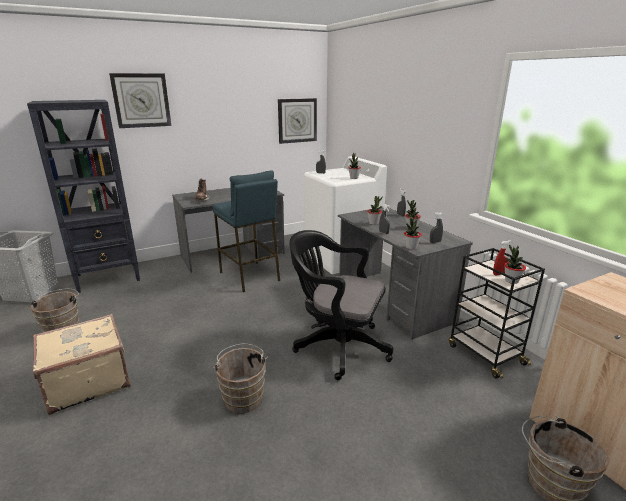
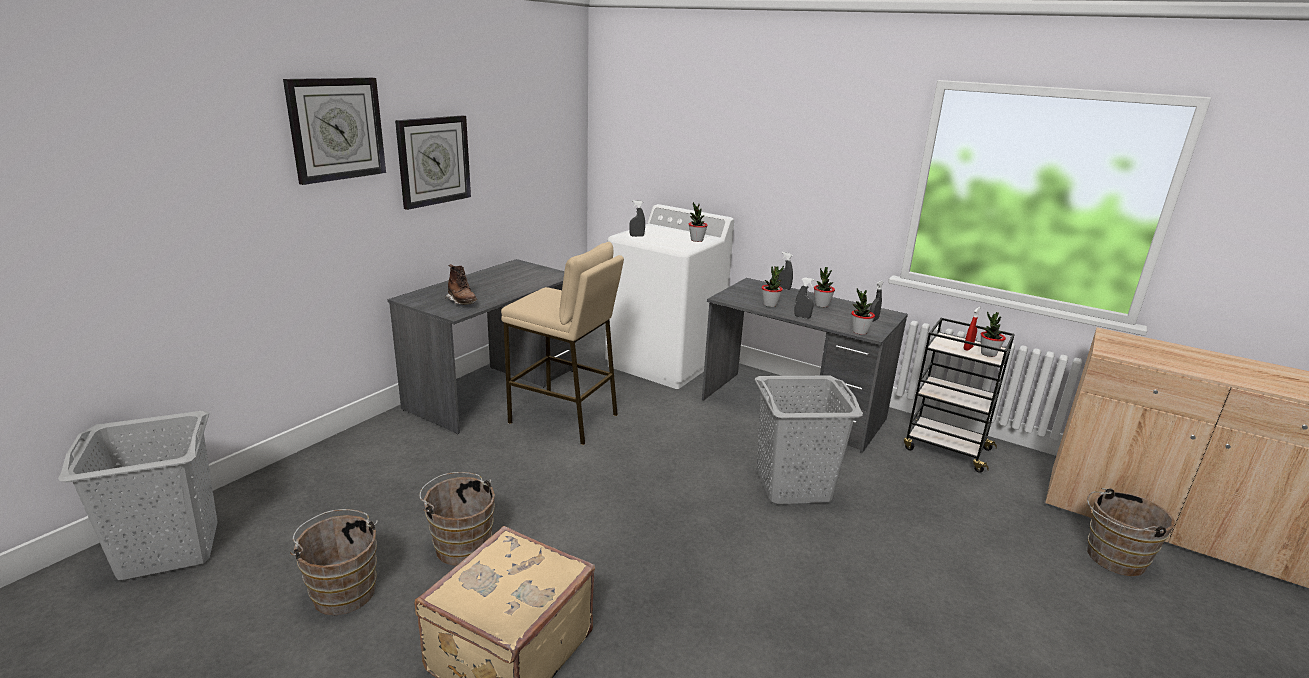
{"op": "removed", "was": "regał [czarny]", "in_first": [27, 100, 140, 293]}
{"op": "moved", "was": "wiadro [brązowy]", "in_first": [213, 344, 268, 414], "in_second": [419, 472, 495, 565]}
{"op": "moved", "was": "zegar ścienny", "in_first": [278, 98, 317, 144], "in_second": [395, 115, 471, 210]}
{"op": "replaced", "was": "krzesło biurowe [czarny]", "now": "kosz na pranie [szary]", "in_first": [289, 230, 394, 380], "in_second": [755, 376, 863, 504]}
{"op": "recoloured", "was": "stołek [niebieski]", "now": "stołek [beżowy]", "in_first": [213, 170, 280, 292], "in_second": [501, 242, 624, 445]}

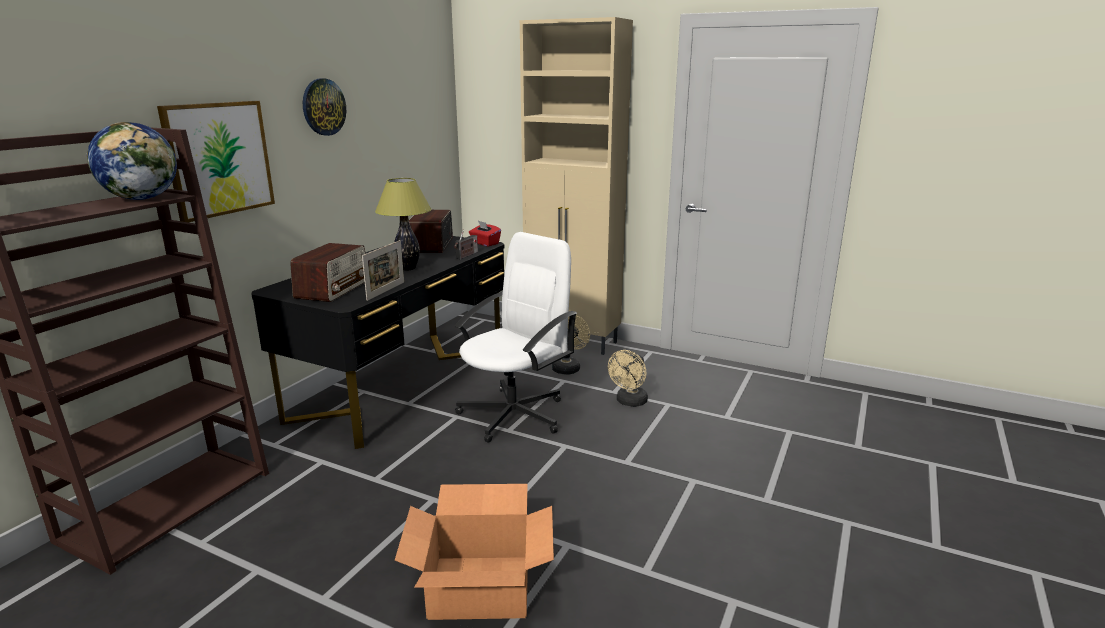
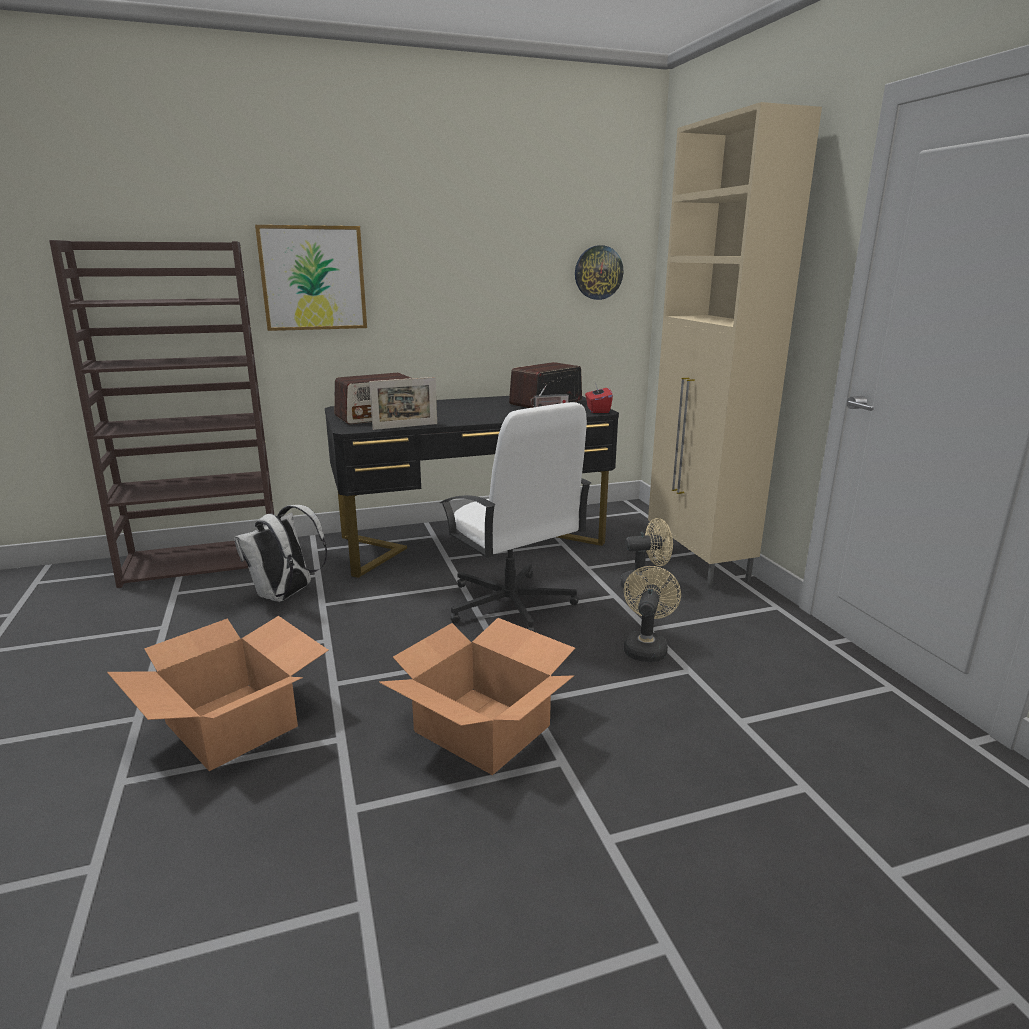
{"op": "removed", "was": "globus", "in_first": [86, 122, 177, 200]}
{"op": "removed", "was": "lampa stołowa", "in_first": [375, 178, 431, 270]}
{"op": "added", "now": "plecak [biały]", "in_second": [234, 505, 327, 602]}
{"op": "added", "now": "karton", "in_second": [379, 618, 575, 775]}
{"op": "moved", "was": "zegar ścienny", "in_first": [303, 78, 346, 136], "in_second": [575, 245, 623, 300]}
{"op": "turned", "was": "krzesło biurowe [biały]", "in_first": [454, 232, 577, 443], "in_second": [440, 402, 591, 631], "clockwise": 60}
{"op": "turned", "was": "wentylator [beżowy]", "in_first": [608, 350, 648, 407], "in_second": [624, 566, 681, 662], "clockwise": 120}

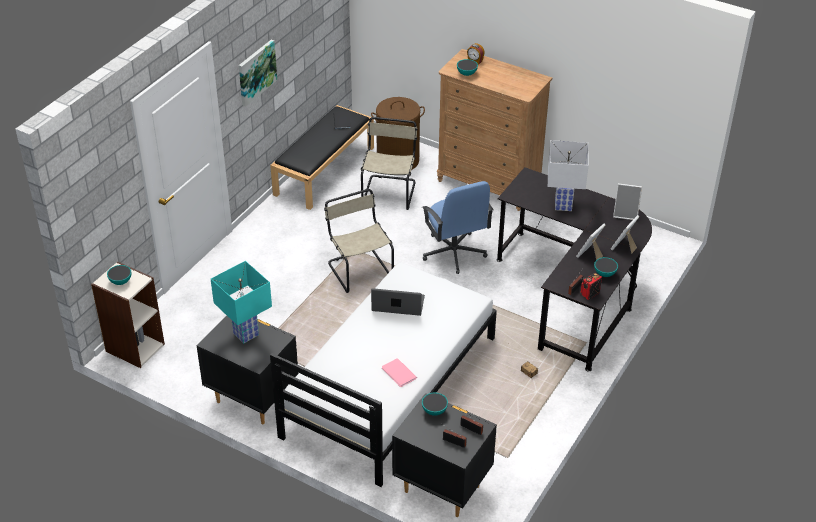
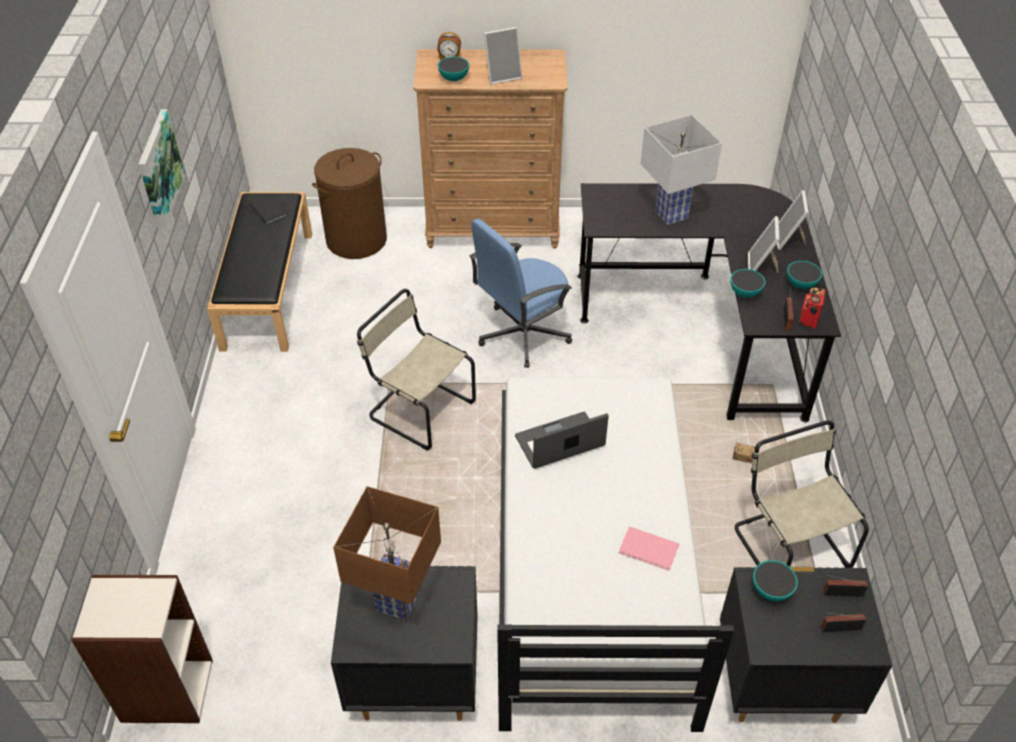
{"op": "moved", "was": "miska", "in_first": [107, 265, 131, 285], "in_second": [730, 269, 765, 298]}
{"op": "moved", "was": "krzesło [beżowy]", "in_first": [361, 117, 418, 210], "in_second": [735, 420, 869, 568]}
{"op": "moved", "was": "ramka na zdjęcie", "in_first": [613, 183, 642, 220], "in_second": [484, 27, 522, 84]}
{"op": "recoloured", "was": "lampa stołowa [turkusowy]", "now": "lampa stołowa [brązowy]", "in_first": [211, 261, 272, 343], "in_second": [333, 486, 441, 620]}
{"op": "turned", "was": "krzesło biurowe [niebieski]", "in_first": [422, 181, 493, 274], "in_second": [469, 219, 572, 368], "clockwise": 105}

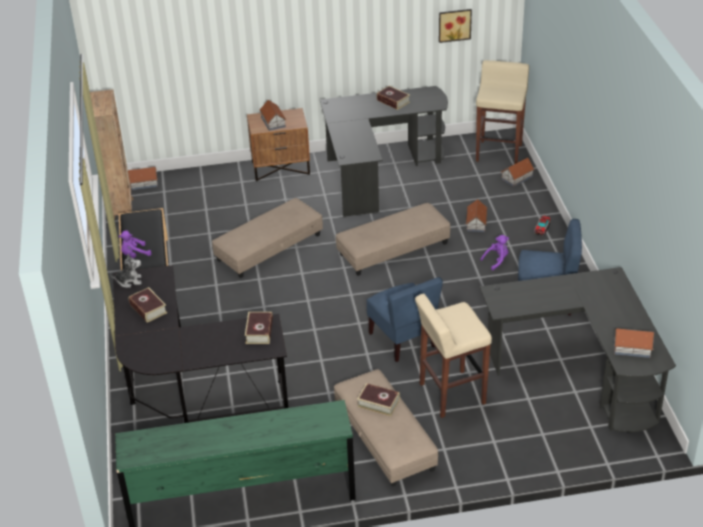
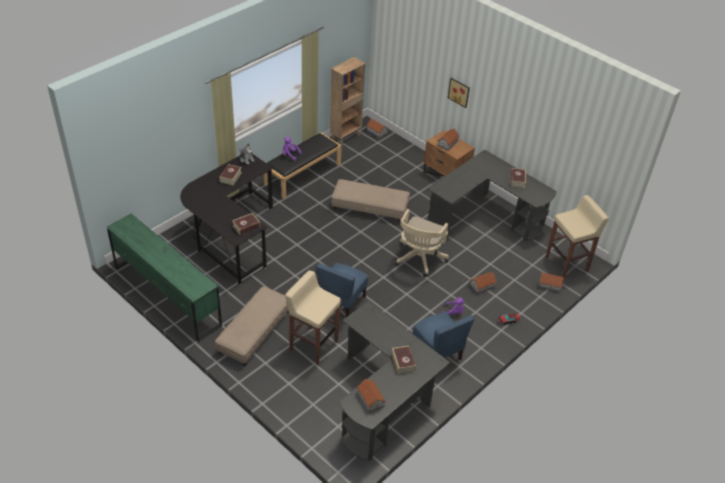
{"op": "moved", "was": "książka", "in_first": [357, 383, 400, 416], "in_second": [392, 346, 416, 374]}
{"op": "moved", "was": "obraz", "in_first": [439, 9, 472, 43], "in_second": [448, 78, 470, 108]}
{"op": "replaced", "was": "pufa [beżowy]", "now": "krzesło biurowe [beżowy]", "in_first": [336, 203, 450, 276], "in_second": [395, 209, 449, 277]}

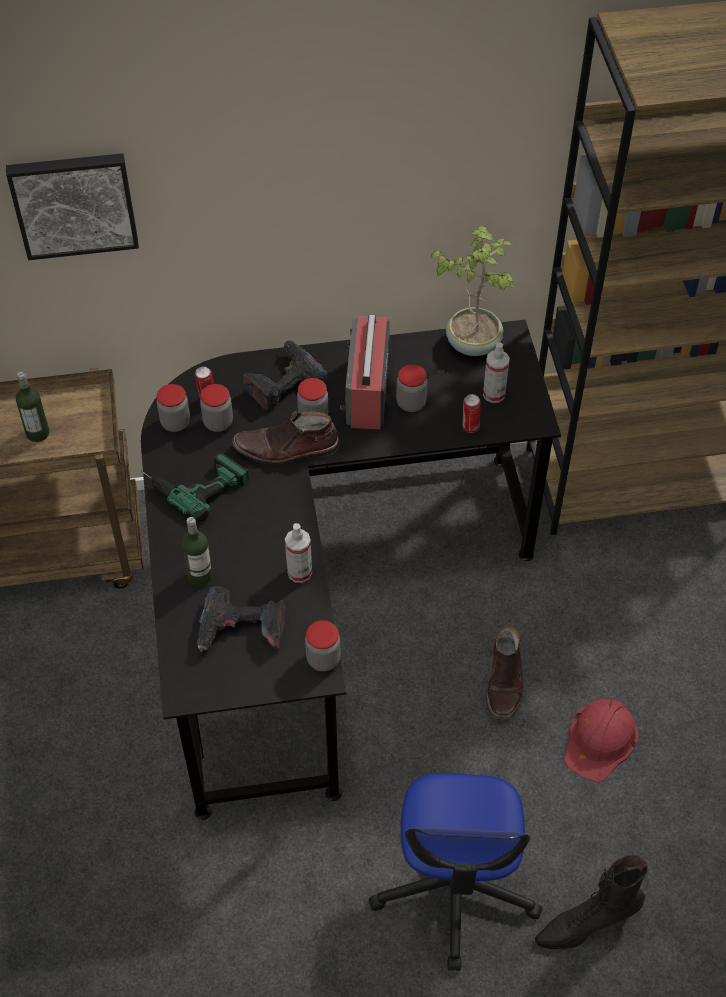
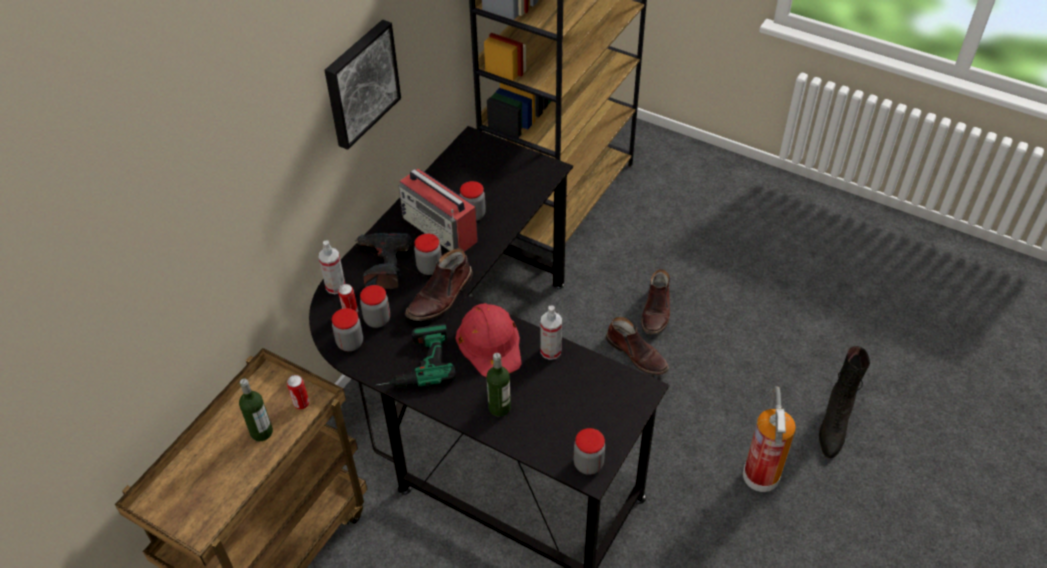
{"op": "removed", "was": "wiertarka", "in_first": [197, 586, 286, 652]}
{"op": "removed", "was": "roślina doniczkowa", "in_first": [430, 225, 515, 356]}
{"op": "added", "now": "but z cholewką [brązowy]", "in_second": [641, 269, 670, 335]}
{"op": "moved", "was": "obraz", "in_first": [6, 153, 139, 260], "in_second": [324, 20, 401, 150]}
{"op": "moved", "was": "słoik", "in_first": [305, 620, 341, 672], "in_second": [574, 428, 605, 475]}
{"op": "moved", "was": "puszka", "in_first": [463, 394, 481, 433], "in_second": [287, 375, 309, 410]}
{"op": "moved", "was": "spryskiwacz", "in_first": [483, 342, 510, 403], "in_second": [318, 240, 345, 294]}
{"op": "moved", "was": "kask [czerwony]", "in_first": [564, 699, 639, 782], "in_second": [455, 303, 522, 377]}
{"op": "replaced", "was": "krzesło biurowe", "now": "gaśnica", "in_first": [369, 773, 542, 971], "in_second": [743, 386, 796, 492]}

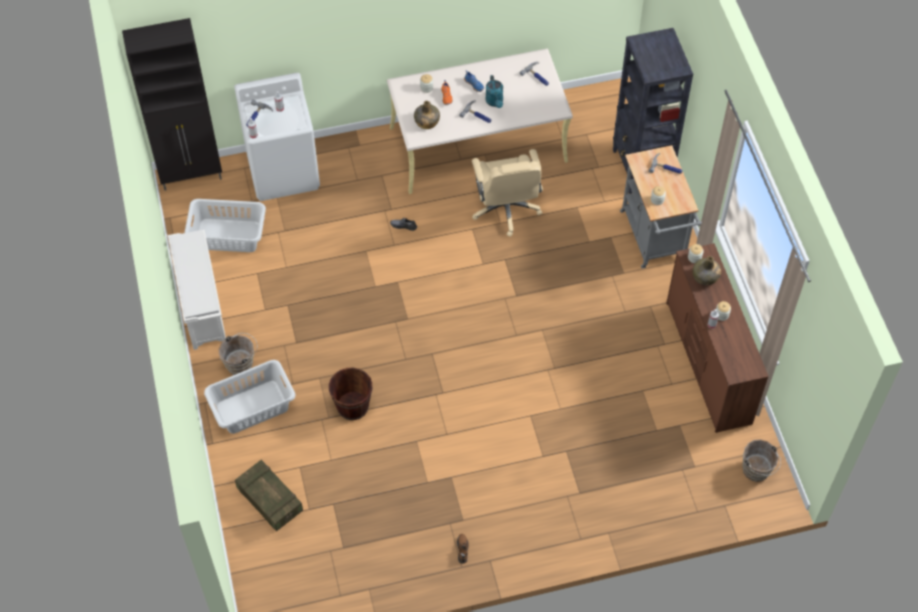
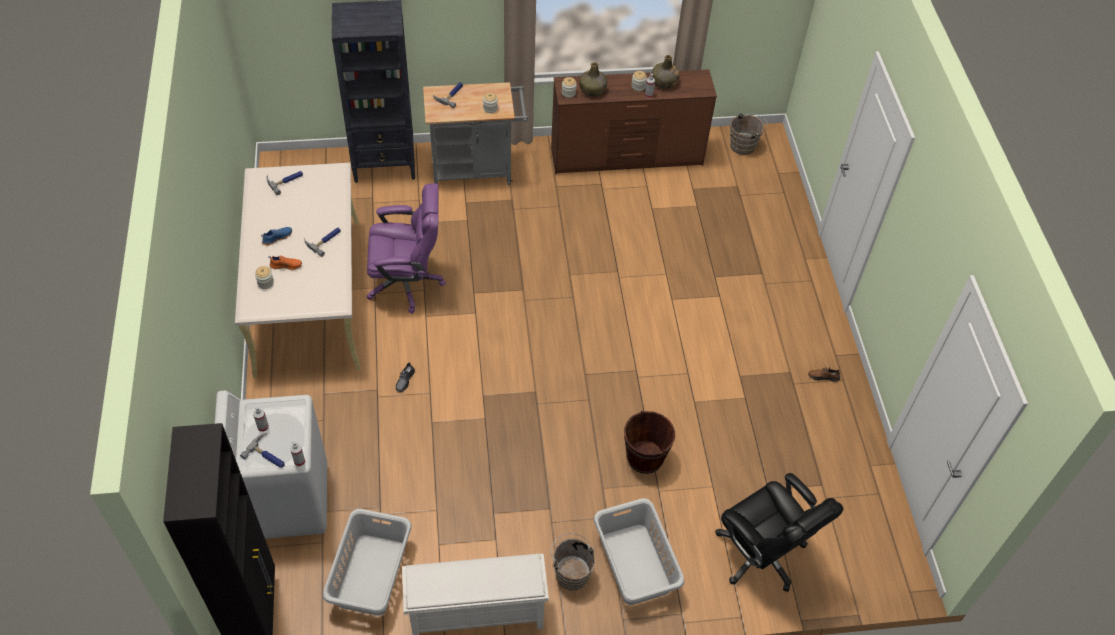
{"op": "removed", "was": "konewka [turkusowy]", "in_first": [485, 75, 503, 108]}
{"op": "moved", "was": "butelka [zielony]", "in_first": [414, 101, 440, 129], "in_second": [652, 55, 680, 89]}
{"op": "replaced", "was": "skrzynka", "now": "krzesło biurowe [czarny]", "in_first": [235, 460, 303, 531], "in_second": [715, 473, 844, 592]}
{"op": "recoloured", "was": "krzesło biurowe [beżowy]", "now": "krzesło biurowe [fioletowy]", "in_first": [472, 149, 543, 237], "in_second": [366, 183, 446, 314]}

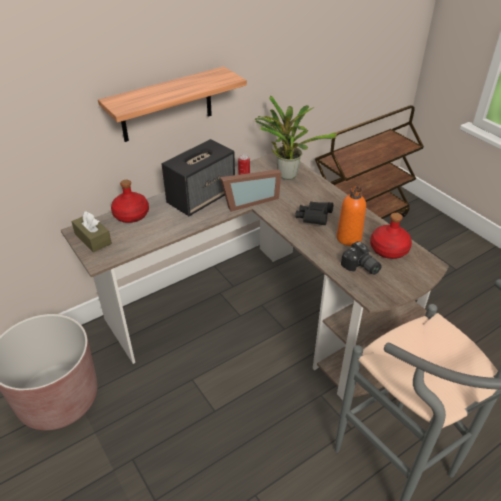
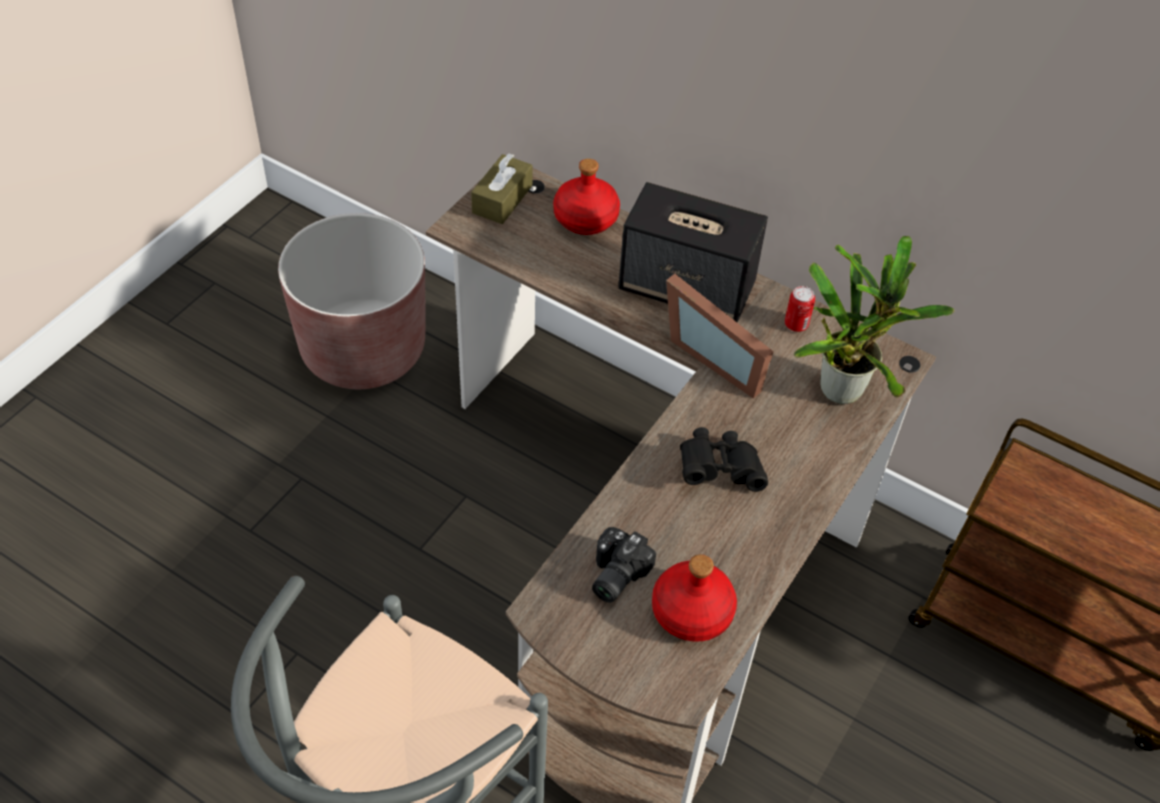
{"op": "removed", "was": "półka", "in_first": [98, 66, 247, 142]}
{"op": "removed", "was": "butelka [pomarańczowy]", "in_first": [336, 186, 366, 246]}

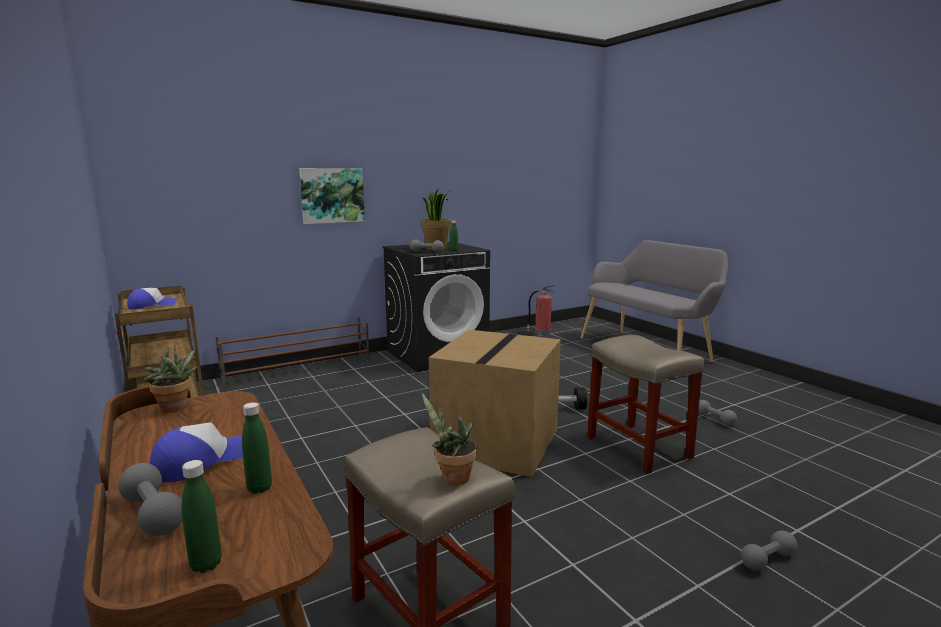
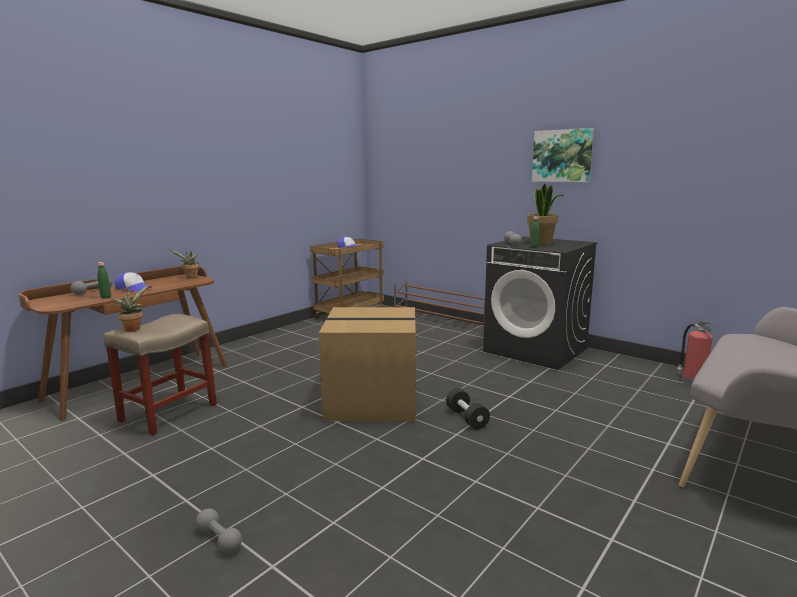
{"op": "removed", "was": "butelka [zielony]", "in_first": [182, 460, 222, 573]}
{"op": "removed", "was": "stołek [beżowy]", "in_first": [587, 335, 704, 474]}
{"op": "removed", "was": "hantel [szary]", "in_first": [698, 400, 737, 426]}
{"op": "moved", "was": "obraz", "in_first": [299, 168, 365, 224], "in_second": [532, 128, 594, 182]}

